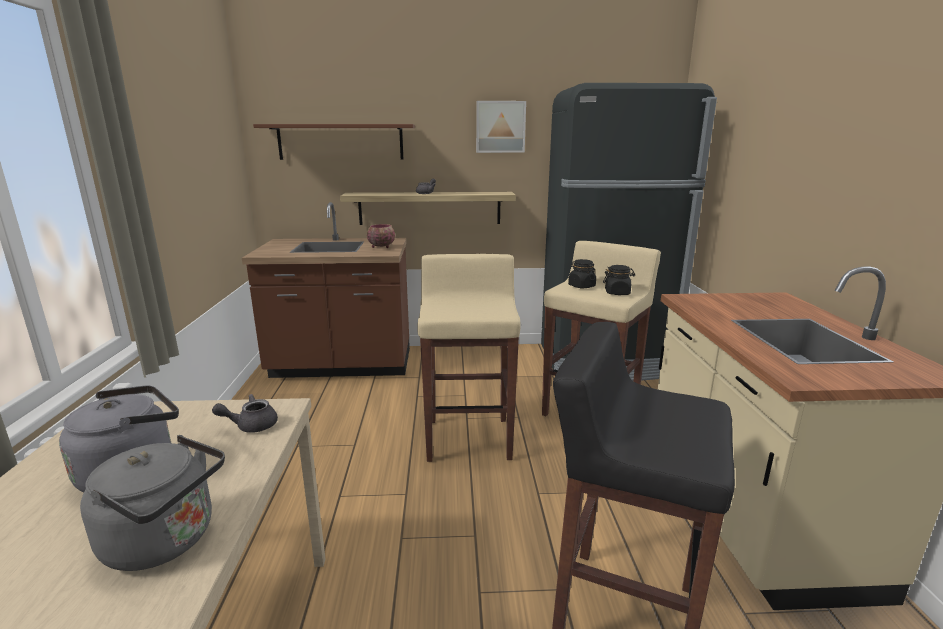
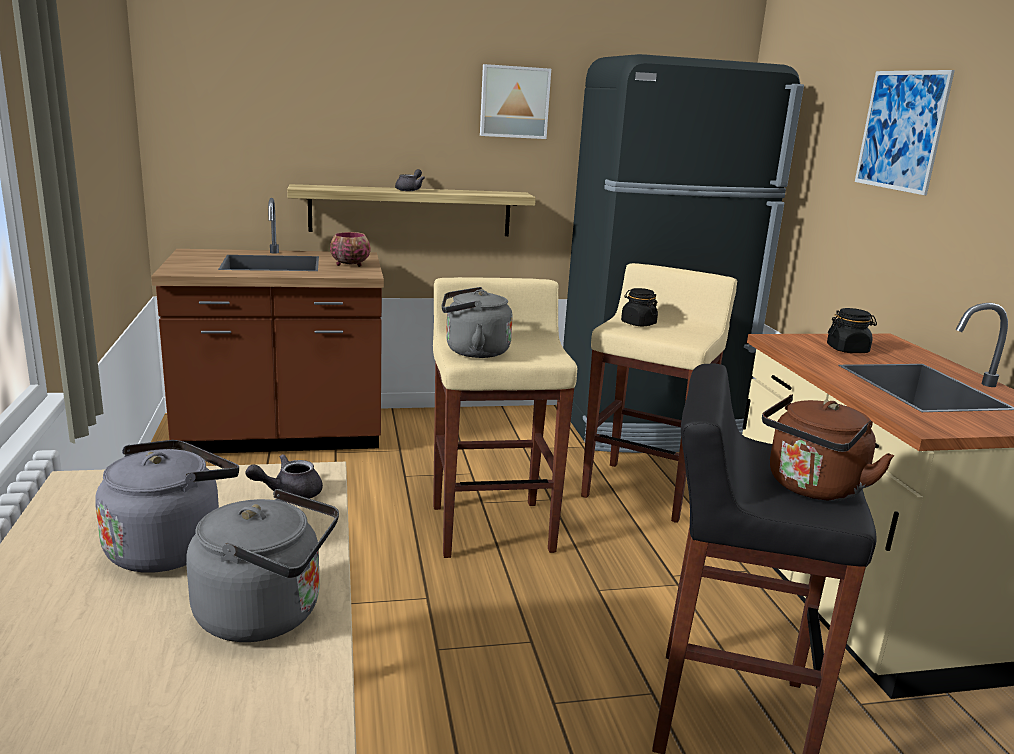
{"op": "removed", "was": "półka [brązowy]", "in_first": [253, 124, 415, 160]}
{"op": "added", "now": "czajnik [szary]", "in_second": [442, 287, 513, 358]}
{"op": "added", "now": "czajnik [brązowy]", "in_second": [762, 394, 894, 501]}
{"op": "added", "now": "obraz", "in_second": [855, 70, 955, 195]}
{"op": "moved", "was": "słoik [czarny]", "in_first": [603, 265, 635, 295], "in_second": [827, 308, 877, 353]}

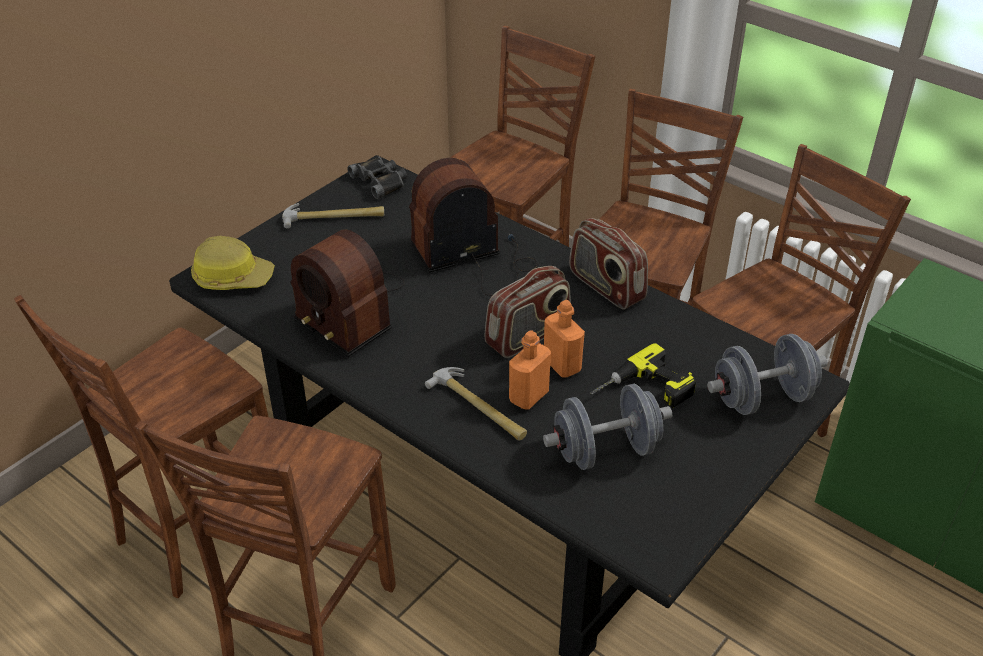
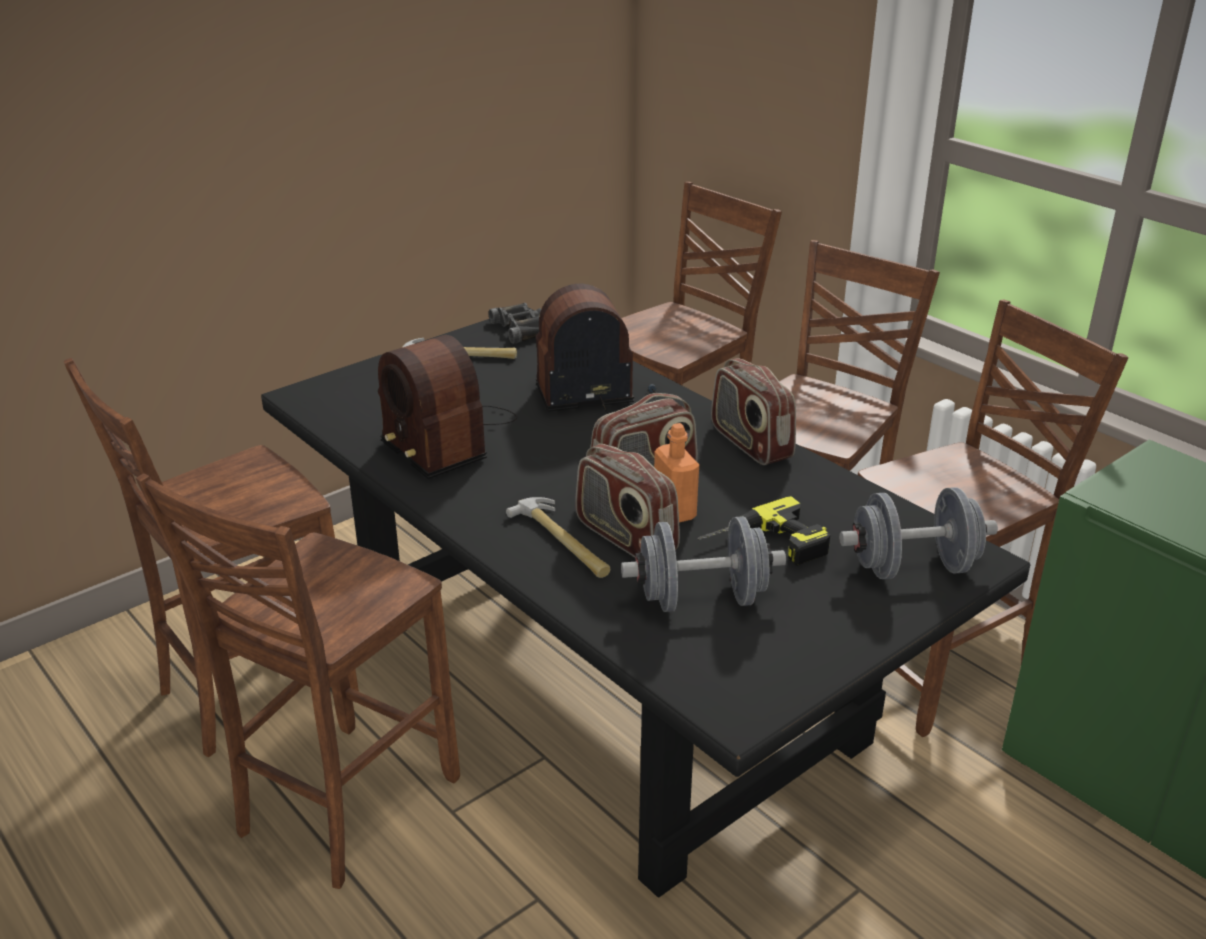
{"op": "removed", "was": "kask", "in_first": [191, 236, 275, 290]}
{"op": "replaced", "was": "butelka [pomarańczowy]", "now": "radio", "in_first": [509, 330, 551, 410], "in_second": [575, 444, 680, 558]}

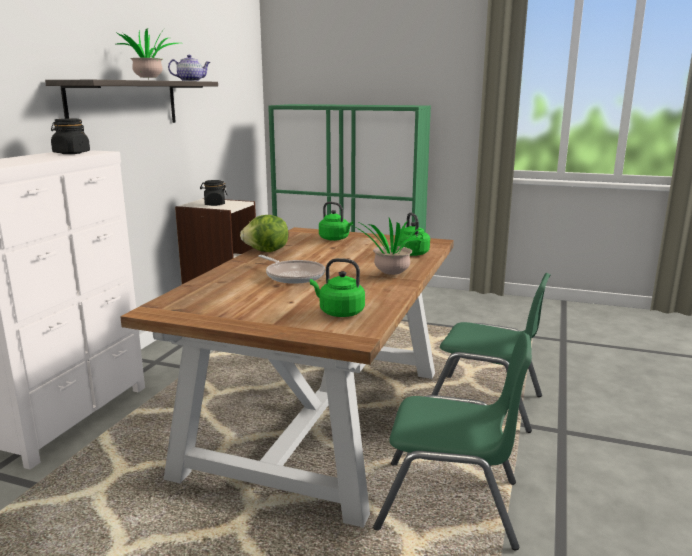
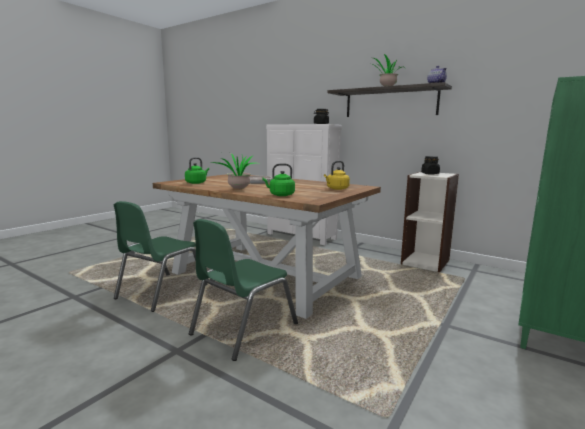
{"op": "removed", "was": "sałata", "in_first": [240, 215, 288, 252]}
{"op": "recoloured", "was": "czajnik [zielony]", "now": "czajnik [żółty]", "in_first": [319, 202, 353, 241], "in_second": [324, 161, 350, 190]}

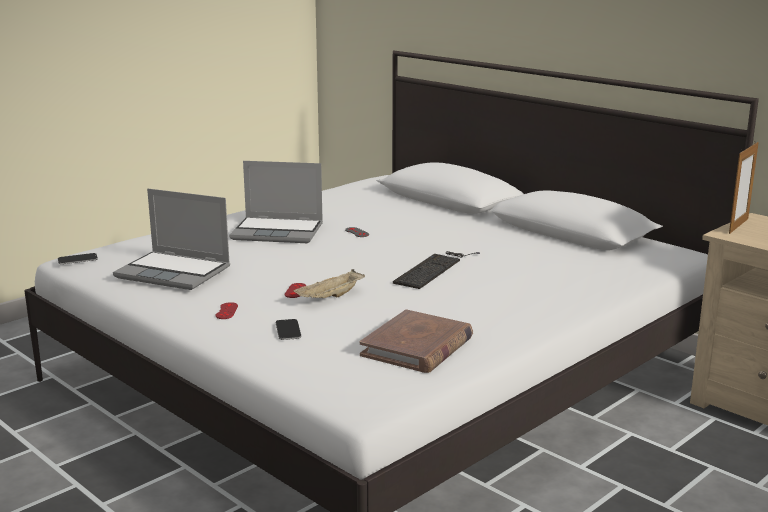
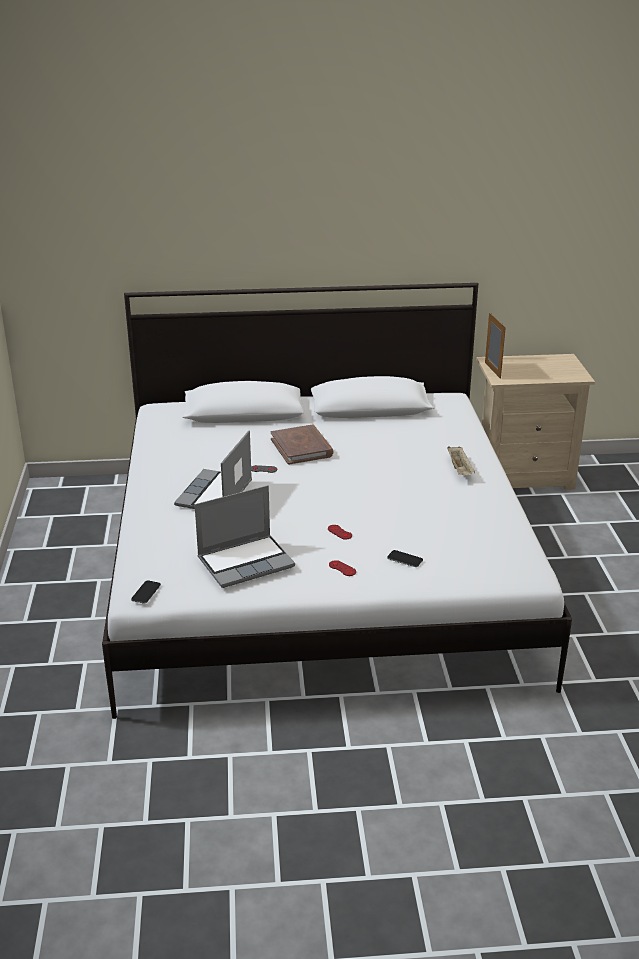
{"op": "removed", "was": "klawiatura", "in_first": [393, 251, 480, 289]}
{"op": "moved", "was": "taca [beżowy]", "in_first": [294, 269, 365, 298], "in_second": [447, 446, 475, 475]}
{"op": "moved", "was": "książka [brązowy]", "in_first": [360, 309, 473, 373], "in_second": [271, 425, 334, 465]}
{"op": "turned", "was": "laptop", "in_first": [229, 161, 323, 243], "in_second": [174, 430, 252, 509], "clockwise": 150}

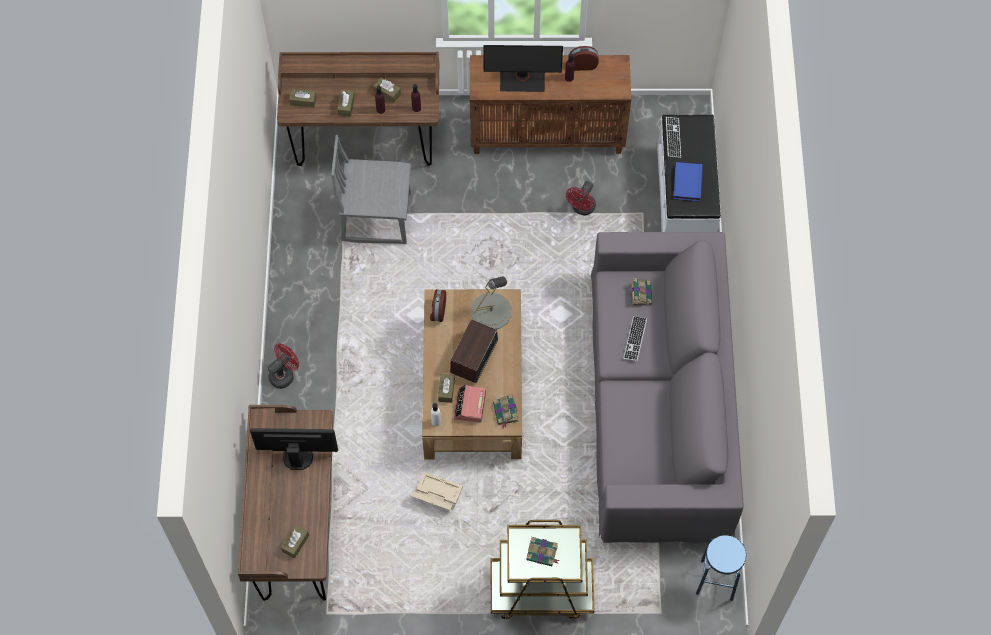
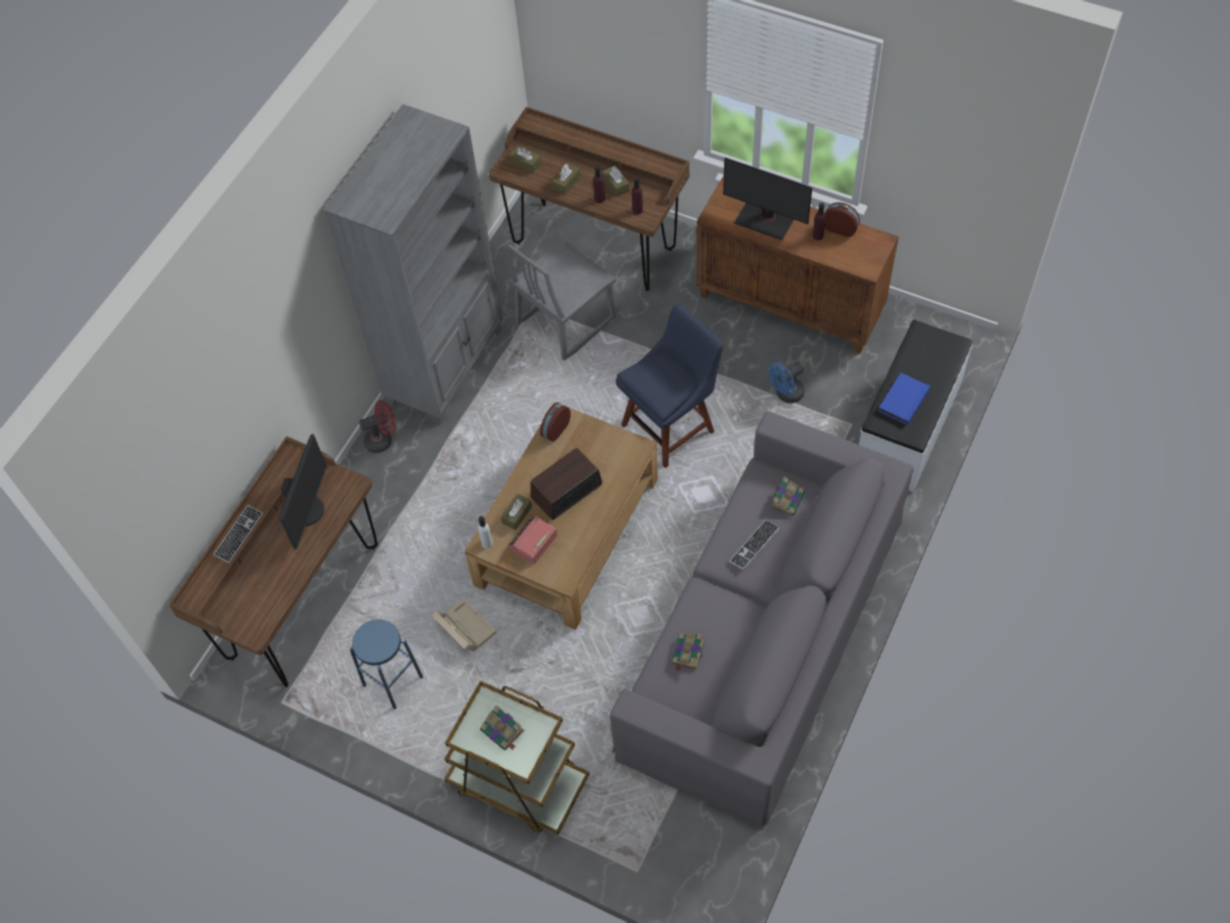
{"op": "removed", "was": "pudełko chusteczek [brązowy]", "in_first": [281, 525, 309, 558]}
{"op": "removed", "was": "lampa stołowa [szary]", "in_first": [471, 276, 512, 329]}
{"op": "added", "now": "regał [szary]", "in_second": [323, 104, 503, 425]}
{"op": "added", "now": "krzesło [niebieski]", "in_second": [616, 304, 723, 468]}
{"op": "moved", "was": "książka", "in_first": [493, 394, 519, 428], "in_second": [671, 633, 705, 671]}
{"op": "moved", "was": "klawiatura", "in_first": [666, 117, 681, 158], "in_second": [213, 505, 263, 563]}
{"op": "moved", "was": "stołek [niebieski]", "in_first": [696, 535, 746, 601], "in_second": [350, 619, 423, 709]}
{"op": "recoloured", "was": "wentylator [czerwony]", "now": "wentylator [niebieski]", "in_first": [566, 181, 596, 215], "in_second": [768, 362, 805, 403]}
{"op": "turned", "was": "monitor", "in_first": [250, 428, 338, 470], "in_second": [279, 434, 327, 549], "clockwise": 75}
{"op": "turned", "was": "krzesło [szary]", "in_first": [331, 135, 411, 244], "in_second": [508, 240, 617, 361], "clockwise": -75}

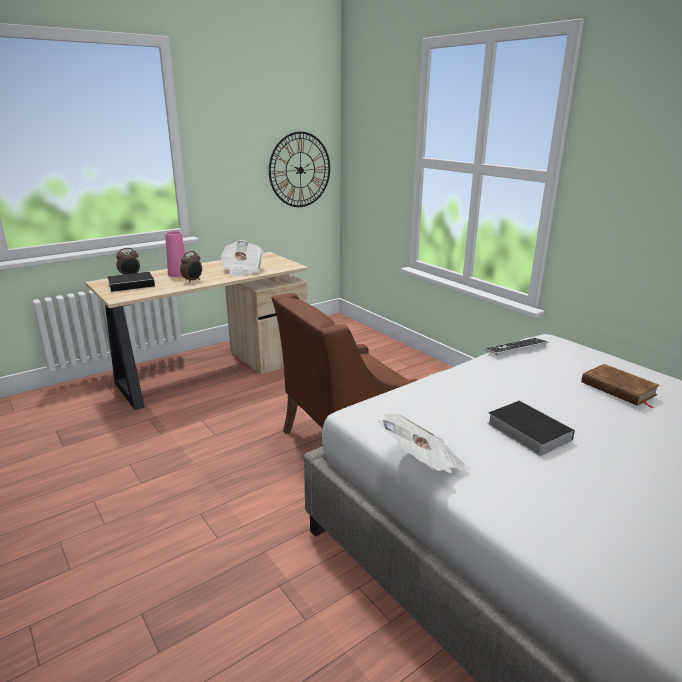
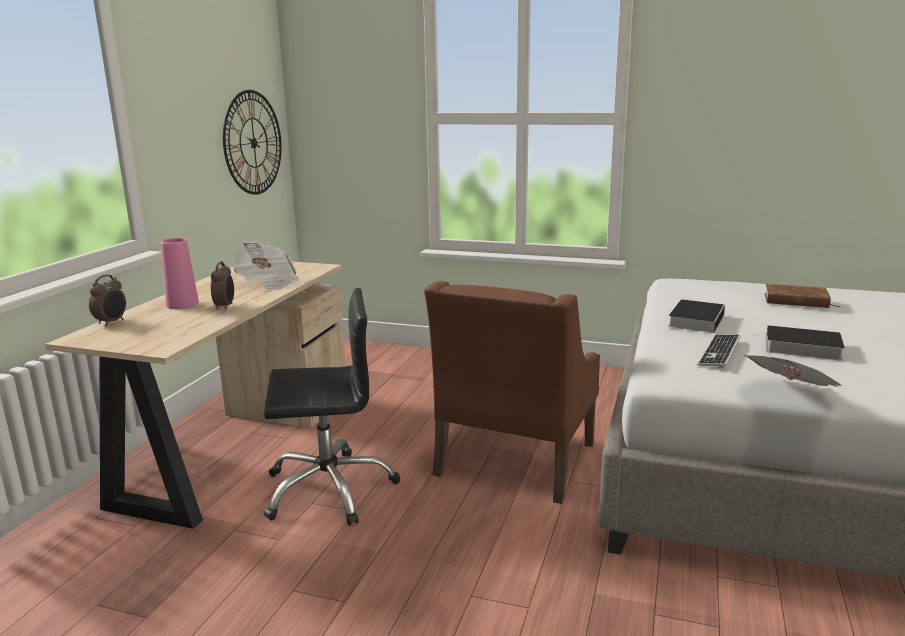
{"op": "added", "now": "krzesło biurowe [czarny]", "in_second": [264, 288, 400, 526]}
{"op": "moved", "was": "książka", "in_first": [107, 272, 162, 292], "in_second": [668, 299, 725, 333]}
{"op": "moved", "was": "klawiatura", "in_first": [484, 338, 549, 356], "in_second": [697, 335, 741, 368]}

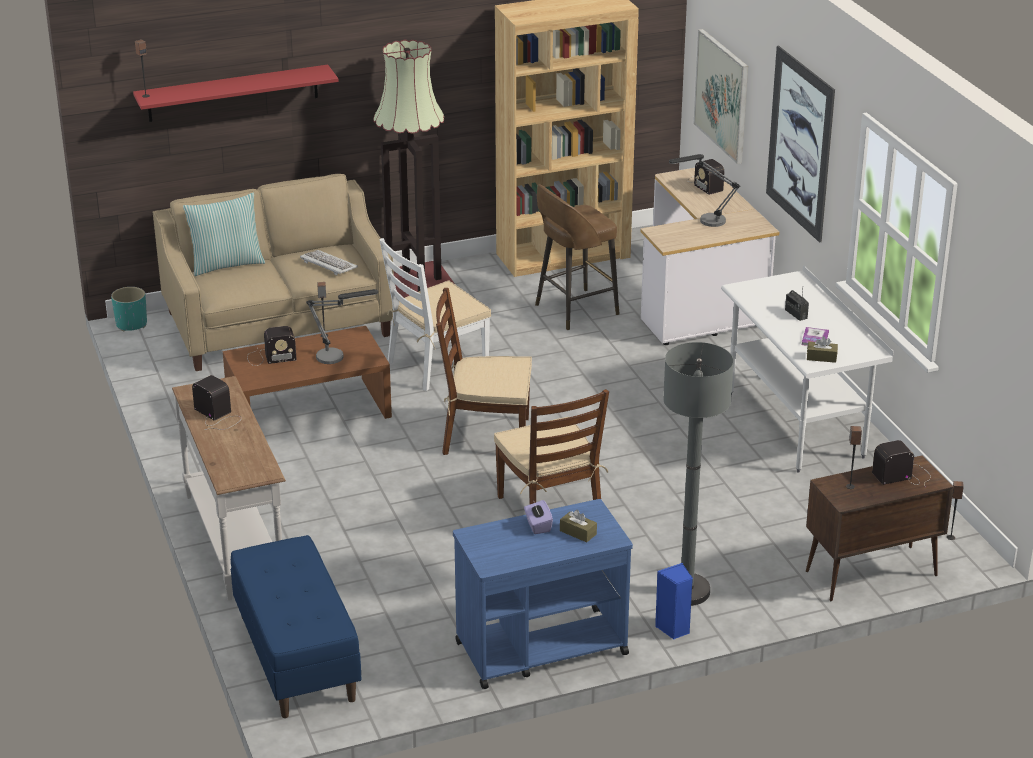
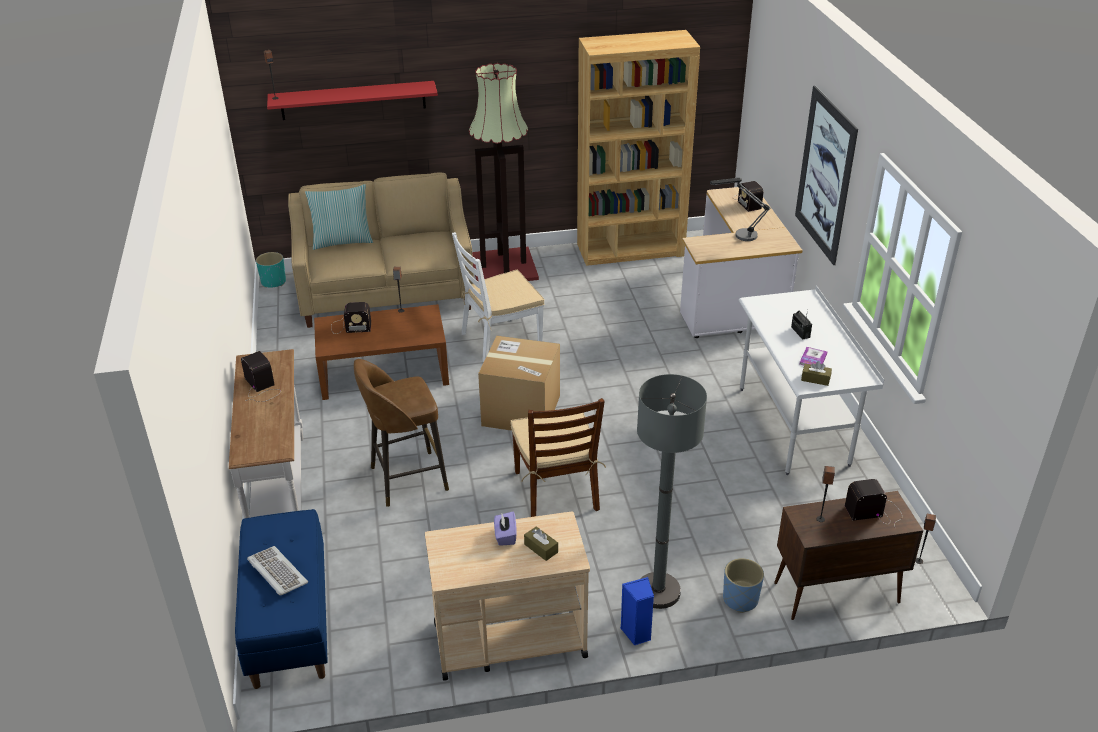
{"op": "removed", "was": "lampa stołowa", "in_first": [306, 289, 378, 364]}
{"op": "removed", "was": "obraz", "in_first": [694, 29, 748, 164]}
{"op": "added", "now": "donica [niebieski]", "in_second": [723, 558, 764, 613]}
{"op": "moved", "was": "klawiatura", "in_first": [300, 250, 358, 275], "in_second": [247, 546, 308, 596]}
{"op": "moved", "was": "stołek [brązowy]", "in_first": [535, 184, 620, 330], "in_second": [354, 359, 449, 507]}
{"op": "replaced", "was": "krzesło [brązowy]", "now": "karton", "in_first": [436, 288, 532, 455], "in_second": [478, 336, 560, 431]}
{"op": "recoloured", "was": "wózek [niebieski]", "now": "wózek [beżowy]", "in_first": [453, 499, 633, 689], "in_second": [425, 512, 590, 680]}

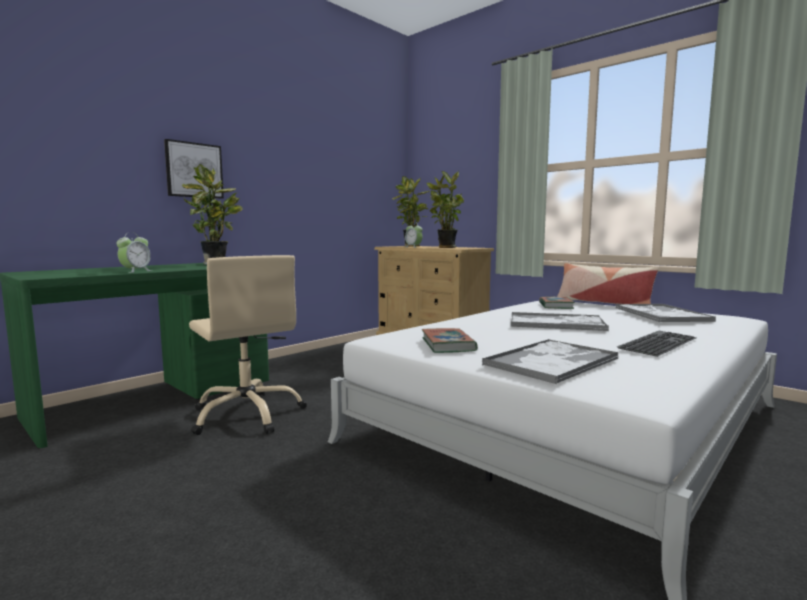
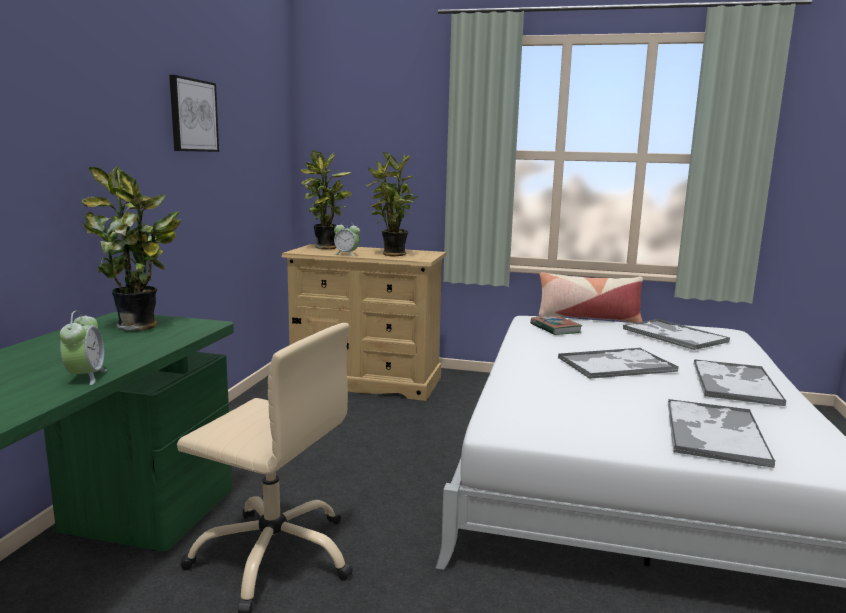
{"op": "removed", "was": "książka", "in_first": [422, 328, 478, 353]}
{"op": "moved", "was": "obraz", "in_first": [164, 139, 224, 199], "in_second": [169, 75, 219, 152]}
{"op": "replaced", "was": "klawiatura", "now": "taca", "in_first": [617, 331, 697, 357], "in_second": [694, 359, 786, 406]}

